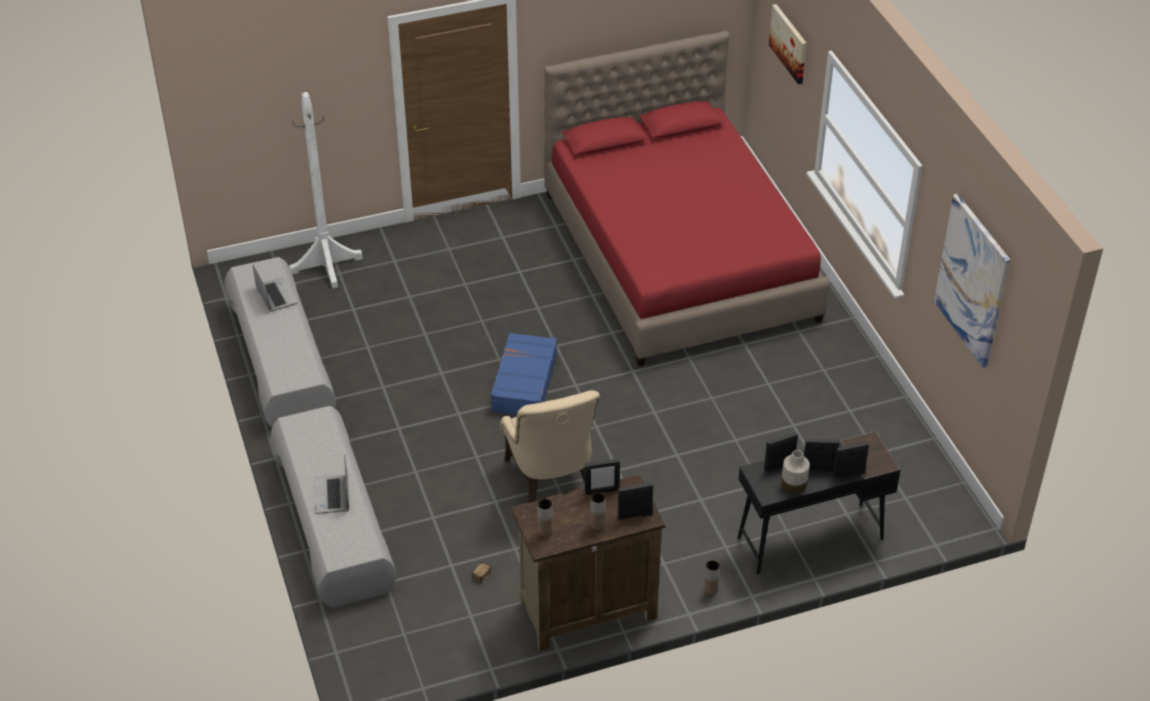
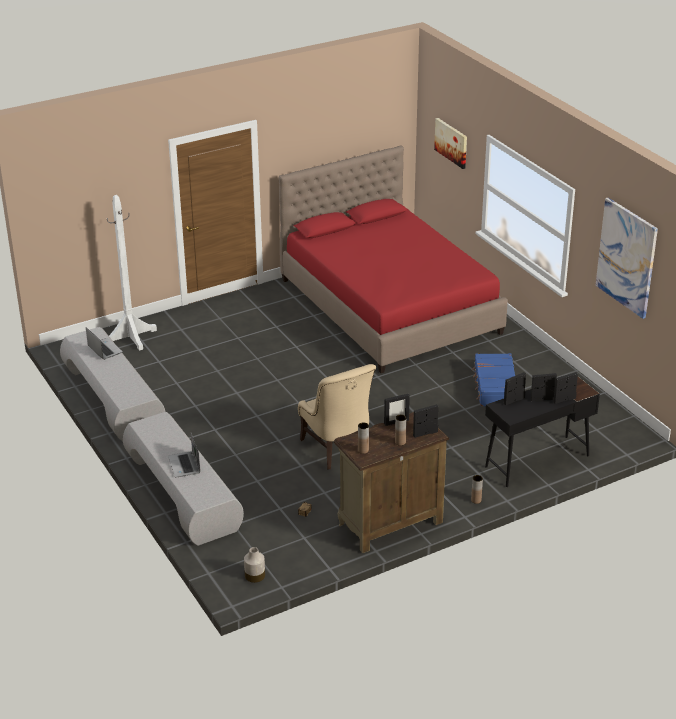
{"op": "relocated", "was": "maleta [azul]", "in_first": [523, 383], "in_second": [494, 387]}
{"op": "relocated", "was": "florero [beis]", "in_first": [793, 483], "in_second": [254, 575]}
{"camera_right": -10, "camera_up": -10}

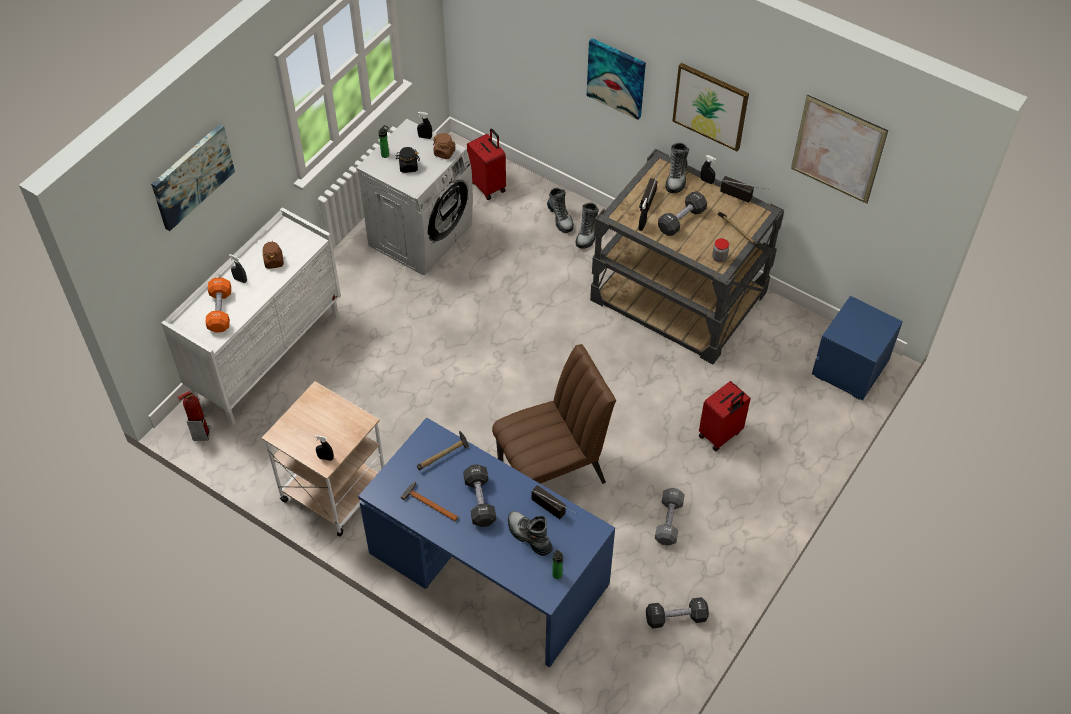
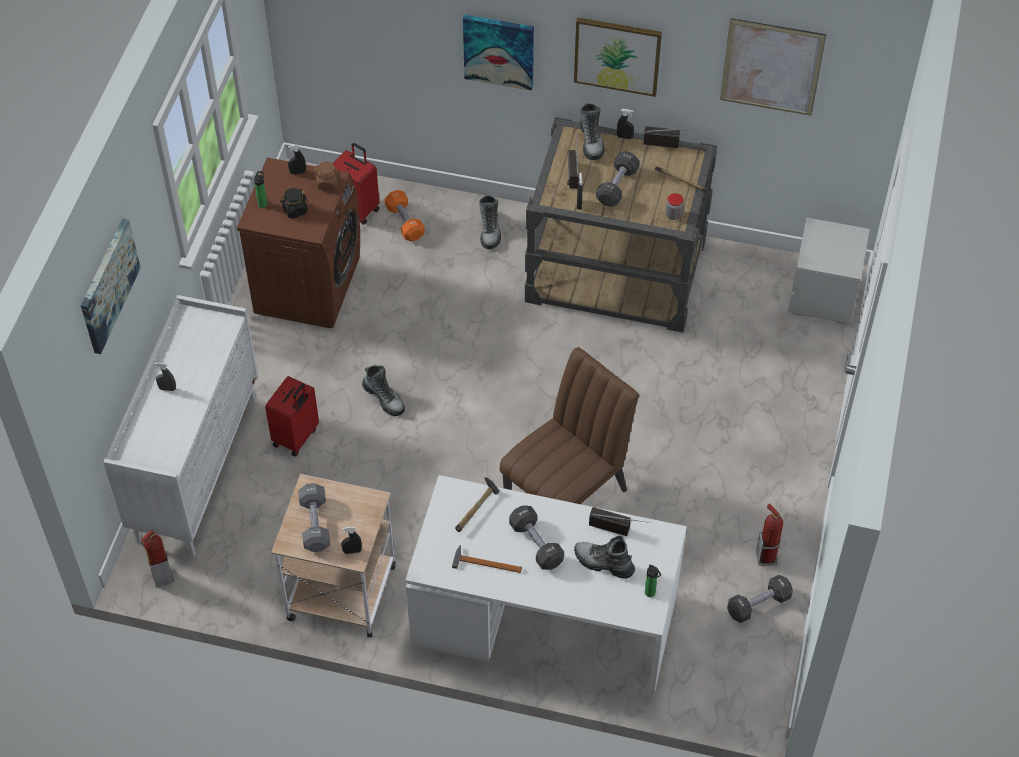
{"op": "colour", "was": "lavadora [blanco]", "now": "lavadora [marrón]", "in_first": [421, 237], "in_second": [308, 286]}
{"op": "relocated", "was": "bota", "in_first": [560, 218], "in_second": [384, 398]}
{"op": "missing", "was": "tarro [marrón]", "in_first": [274, 261]}
{"op": "relocated", "was": "mancuerna [naranja]", "in_first": [220, 311], "in_second": [405, 222]}
{"op": "colour", "was": "mesita de noche [azul]", "now": "mesita de noche [blanco]", "in_first": [851, 369], "in_second": [824, 295]}
{"op": "relocated", "was": "maleta [rojo]", "in_first": [720, 435], "in_second": [296, 437]}
{"op": "colour", "was": "escritorio [azul]", "now": "escritorio [blanco]", "in_first": [488, 569], "in_second": [545, 620]}
{"op": "relocated", "was": "mancuerna [gris]", "in_first": [668, 521], "in_second": [315, 524]}
{"op": "appeared", "now": "extintor", "in_second": [766, 557]}
{"camera_right": -20, "camera_up": 0}

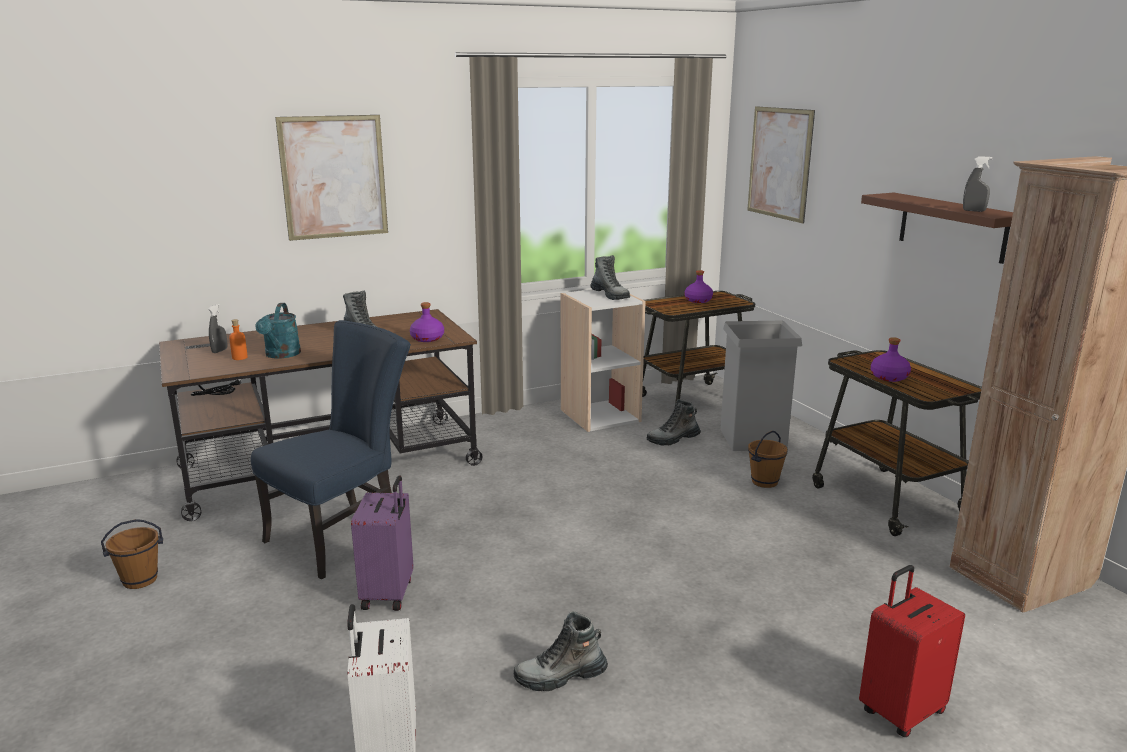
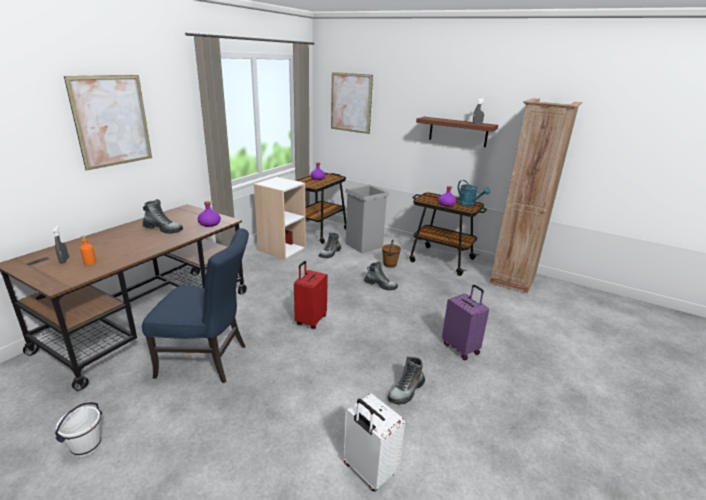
{"op": "relocated", "was": "bota", "in_first": [610, 295], "in_second": [380, 285]}
{"op": "relocated", "was": "regadera [turquesa]", "in_first": [281, 355], "in_second": [469, 205]}
{"op": "spun", "was": "silla [azul]", "in_first": [344, 534], "in_second": [208, 360], "clockwise": 90}
{"op": "relocated", "was": "maleta [morado]", "in_first": [389, 594], "in_second": [461, 348]}
{"op": "colour", "was": "cubo [marrón]", "now": "cubo [blanco]", "in_first": [140, 580], "in_second": [86, 446]}
{"op": "relocated", "was": "maleta [rojo]", "in_first": [900, 711], "in_second": [310, 320]}
{"camera_right": -35, "camera_up": 5}

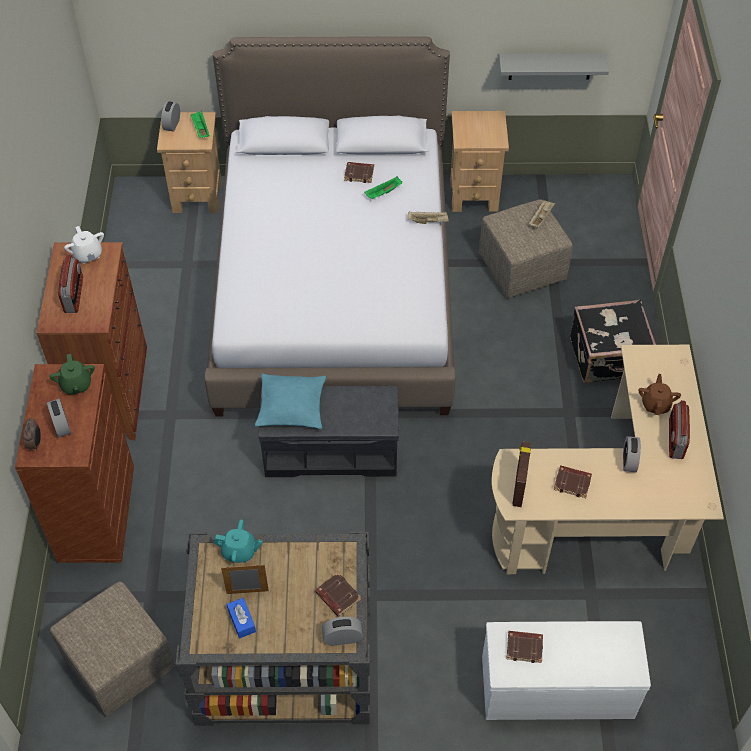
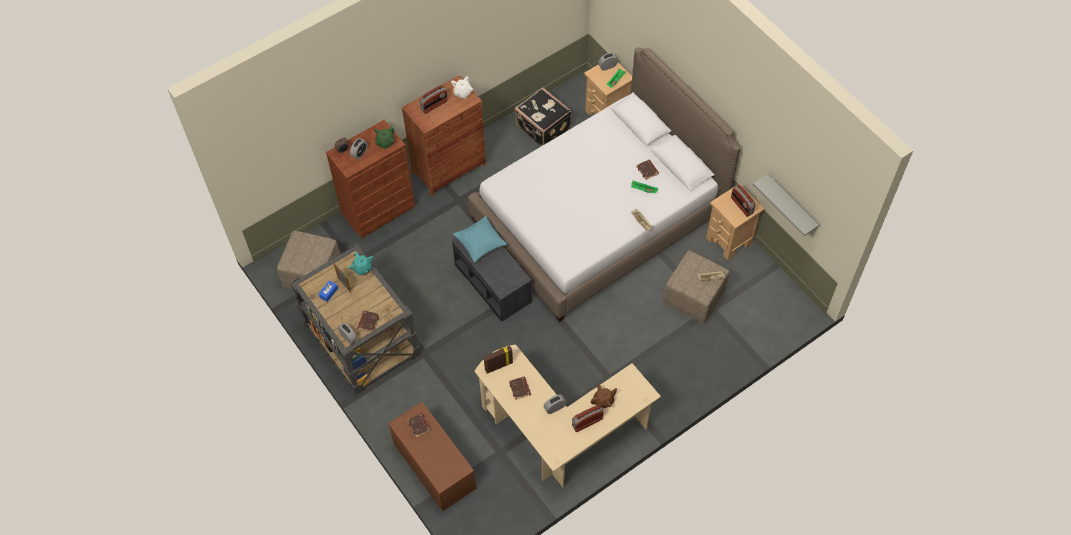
{"op": "relocated", "was": "maleta [negro]", "in_first": [609, 358], "in_second": [542, 128]}
{"op": "colour", "was": "banco [blanco]", "now": "banco [marrón]", "in_first": [555, 688], "in_second": [433, 466]}
{"op": "appeared", "now": "radio", "in_second": [741, 206]}
{"camera_right": 55, "camera_up": 5}

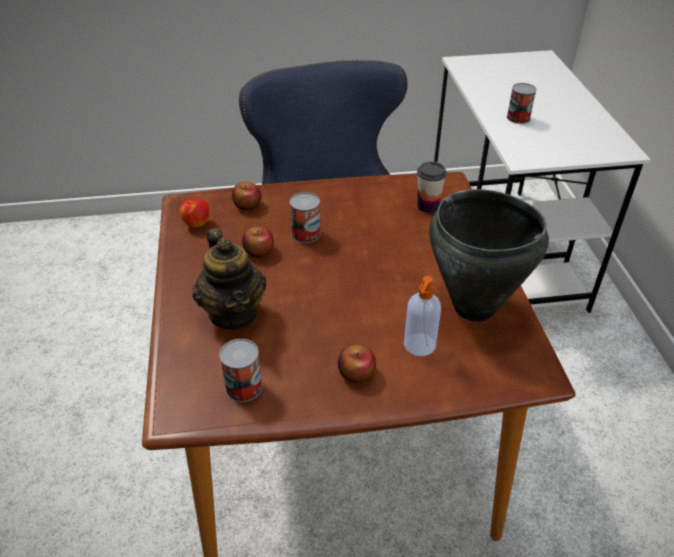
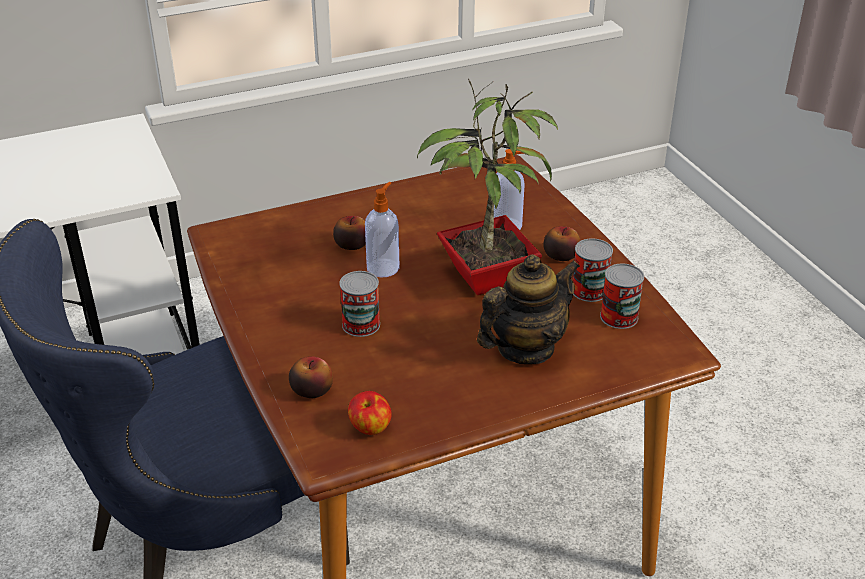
{"op": "relocated", "was": "lata", "in_first": [518, 118], "in_second": [589, 290]}
{"op": "missing", "was": "taza", "in_first": [428, 206]}
{"op": "missing", "was": "olla [negro]", "in_first": [474, 308]}
{"op": "relocated", "was": "manzana", "in_first": [258, 251], "in_second": [352, 244]}
{"op": "appeared", "now": "planta en maceta", "in_second": [483, 279]}
{"op": "appeared", "now": "dispensador de jabón", "in_second": [383, 267]}
{"camera_right": -105, "camera_up": -5}

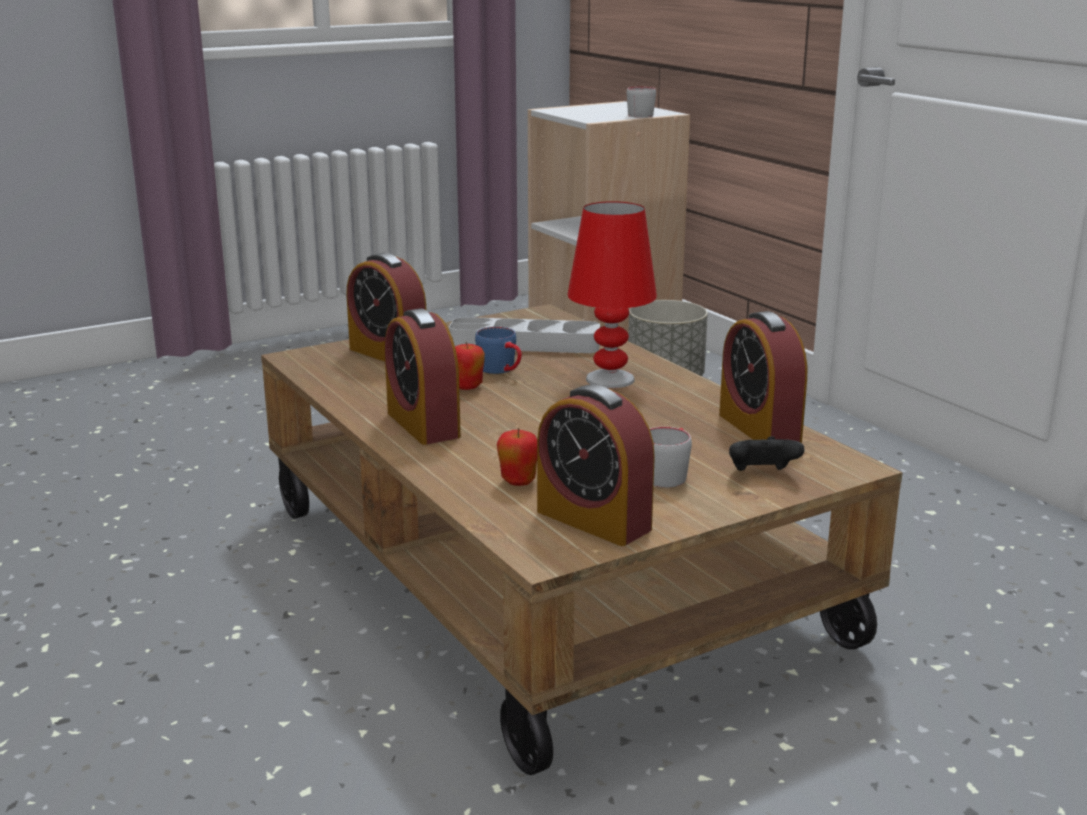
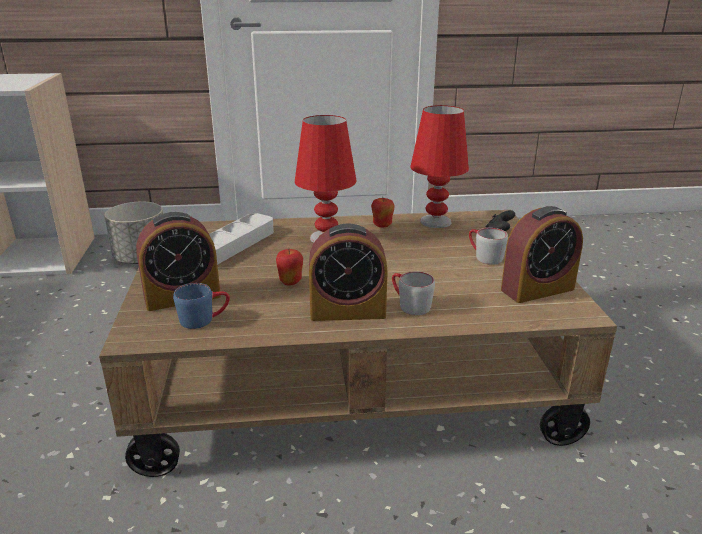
{"op": "relocated", "was": "taza grande [gris]", "in_first": [642, 114], "in_second": [409, 304]}
{"op": "exchanged", "was": "despertador", "now": "lámpara de mesa [rojo]", "in_first": [759, 428], "in_second": [436, 221]}
{"op": "relocated", "was": "taza grande [azul]", "in_first": [502, 370], "in_second": [204, 319]}
{"op": "relocated", "was": "manzana", "in_first": [518, 481], "in_second": [382, 225]}
{"camera_right": -65, "camera_up": 5}

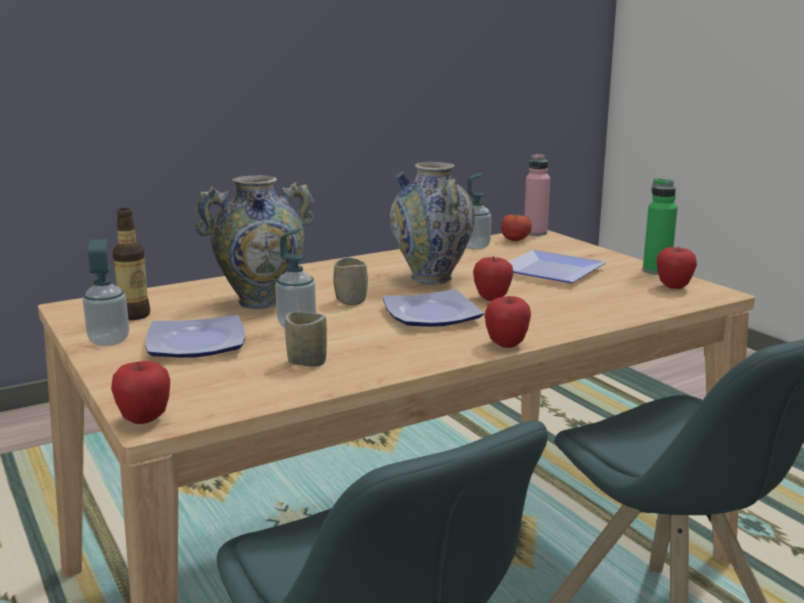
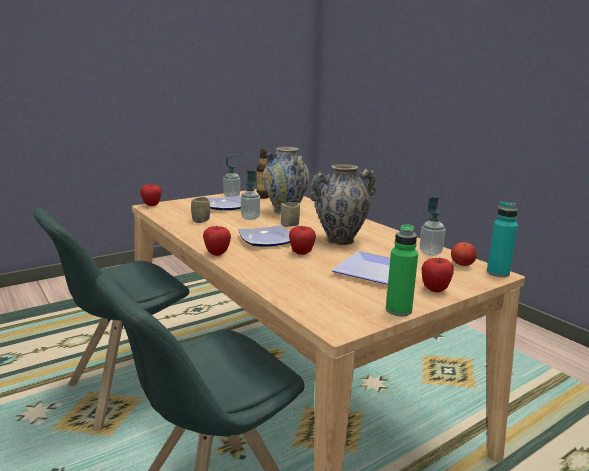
{"op": "colour", "was": "botella [rosa]", "now": "botella [turquesa]", "in_first": [535, 233], "in_second": [497, 273]}
{"op": "relocated", "was": "manzana", "in_first": [673, 287], "in_second": [435, 290]}
{"camera_right": 85, "camera_up": 0}

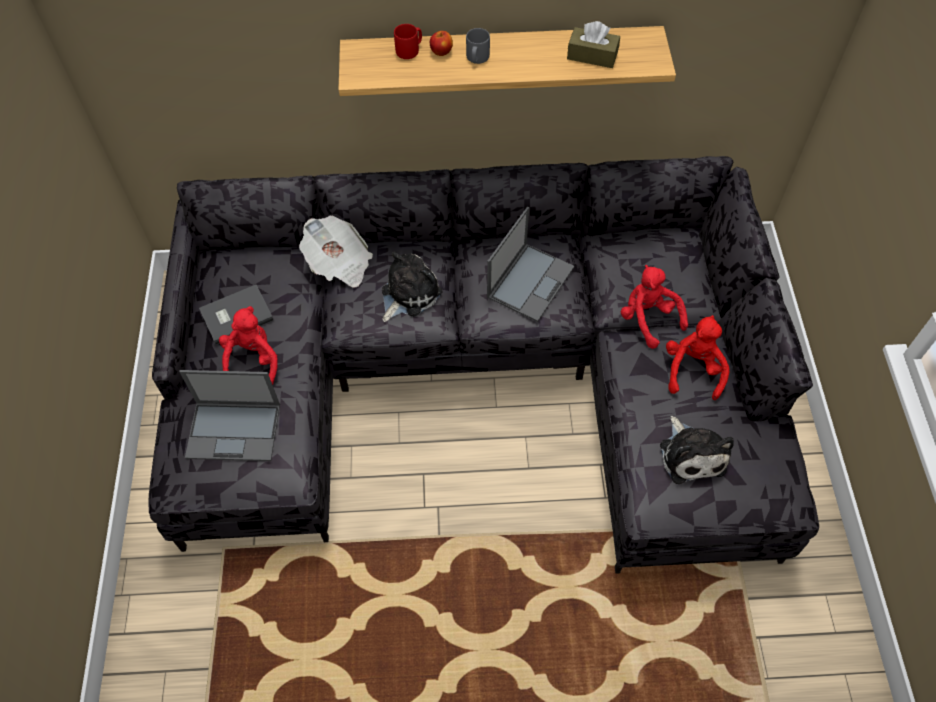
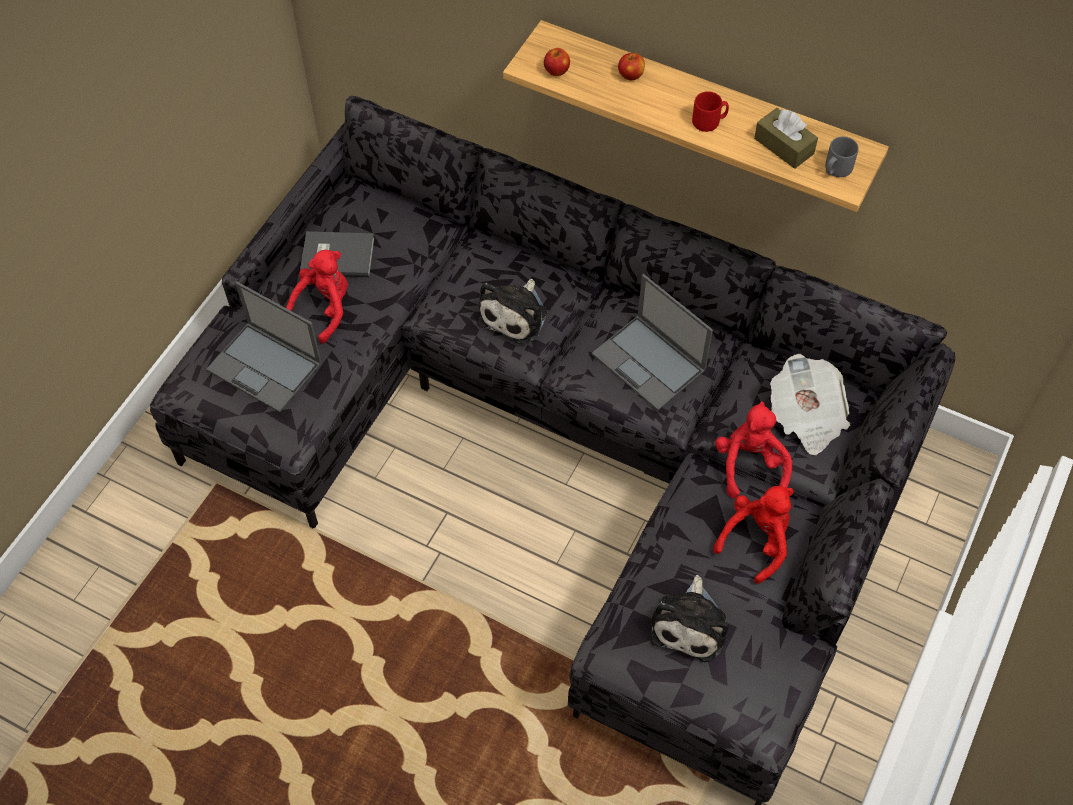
{"op": "relocated", "was": "taza grande [rojo]", "in_first": [409, 50], "in_second": [709, 121]}
{"op": "relocated", "was": "taza grande [gris]", "in_first": [477, 58], "in_second": [836, 169]}
{"op": "spun", "was": "portátil", "in_first": [530, 281], "in_second": [650, 363], "clockwise": 75}
{"op": "relocated", "was": "periódico", "in_first": [339, 263], "in_second": [806, 417]}
{"op": "spun", "was": "peluche", "in_first": [408, 294], "in_second": [515, 315], "clockwise": 135}
{"op": "appeared", "now": "manzana", "in_second": [556, 71]}
{"camera_right": 30, "camera_up": 0}

